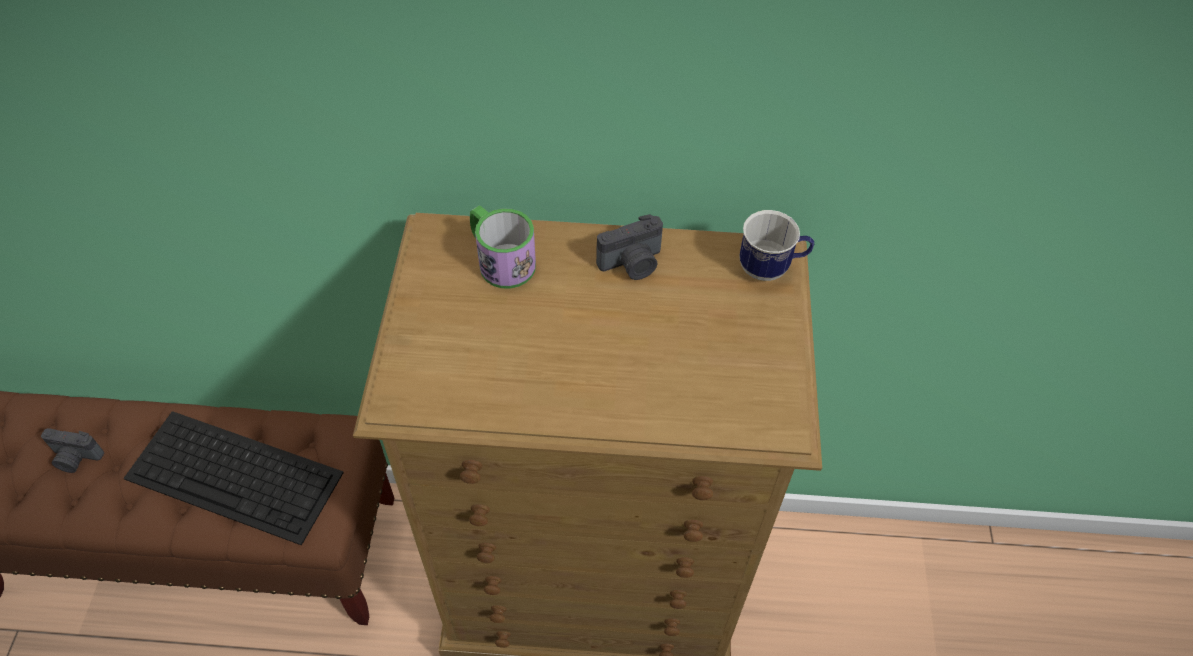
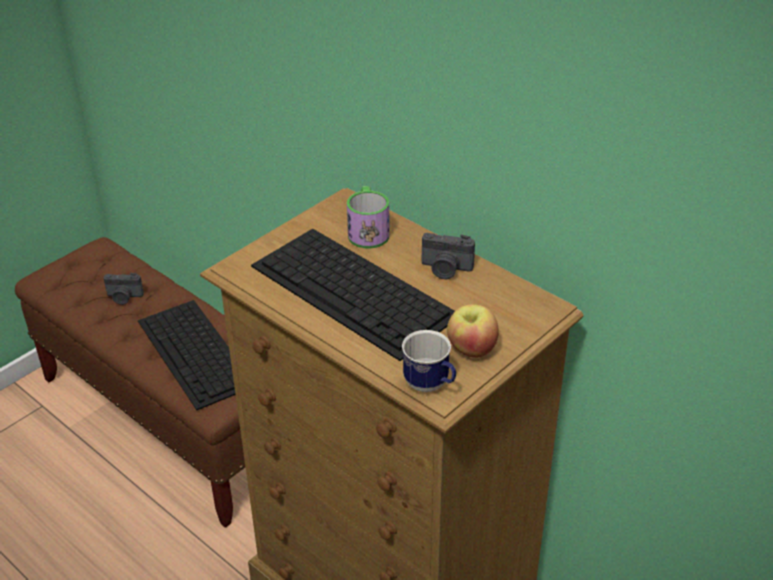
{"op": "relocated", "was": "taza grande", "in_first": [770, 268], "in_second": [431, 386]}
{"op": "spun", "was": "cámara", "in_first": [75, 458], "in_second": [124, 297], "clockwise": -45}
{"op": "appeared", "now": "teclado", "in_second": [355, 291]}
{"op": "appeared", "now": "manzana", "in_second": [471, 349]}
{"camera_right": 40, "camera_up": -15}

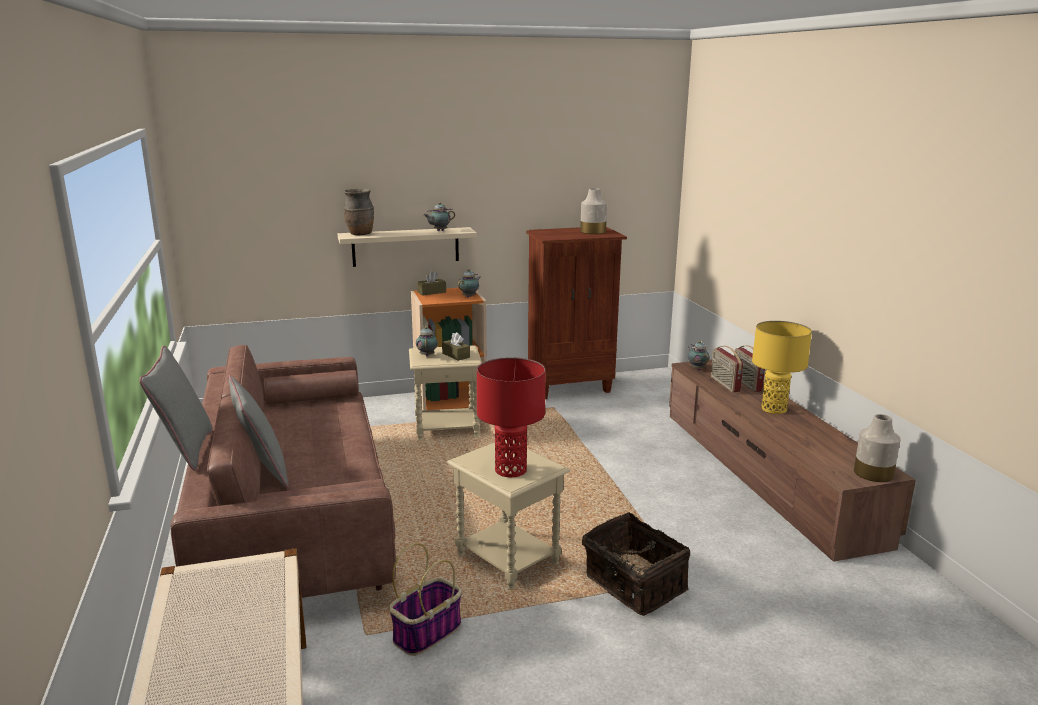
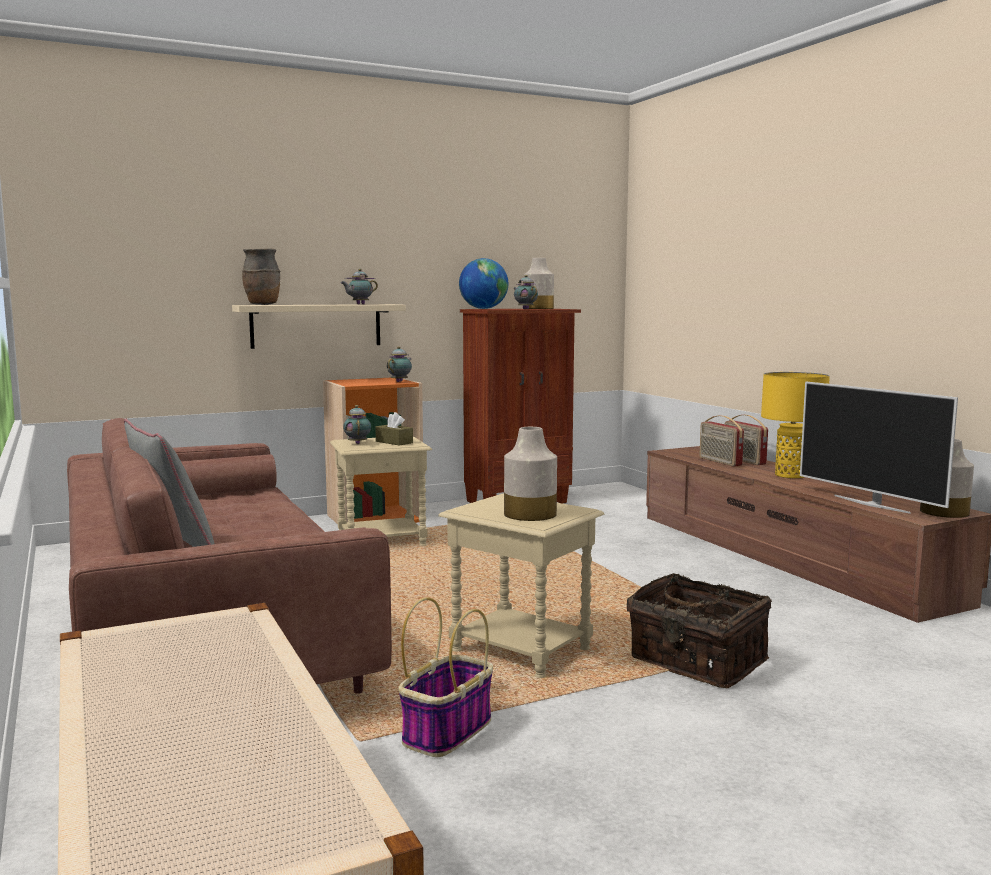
{"op": "missing", "was": "caja de pañuelos [marrón]", "in_first": [431, 292]}
{"op": "relocated", "was": "tetera", "in_first": [697, 368], "in_second": [525, 309]}
{"op": "missing", "was": "cojín [gris]", "in_first": [185, 451]}
{"op": "exchanged", "was": "lámpara de mesa [rojo]", "now": "florero [beis]", "in_first": [511, 469], "in_second": [530, 514]}
{"op": "appeared", "now": "globo terráqueo", "in_second": [483, 308]}
{"op": "appeared", "now": "televisor", "in_second": [871, 504]}
{"camera_right": -10, "camera_up": -10}

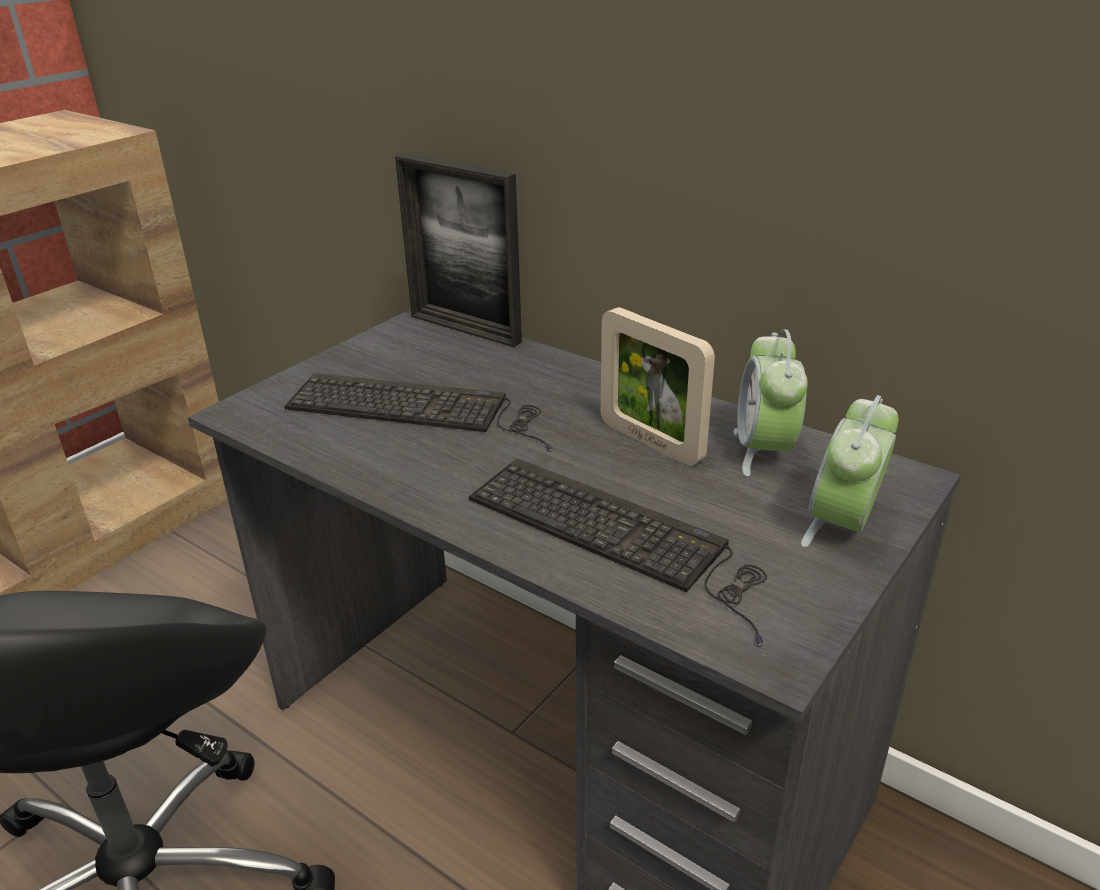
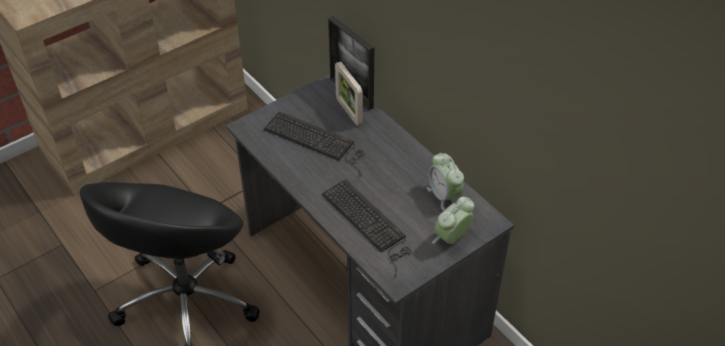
{"op": "relocated", "was": "portarretratos", "in_first": [651, 442], "in_second": [349, 111]}
{"op": "spun", "was": "despertador", "in_first": [764, 452], "in_second": [444, 196], "clockwise": -45}
{"camera_right": 15, "camera_up": 15}

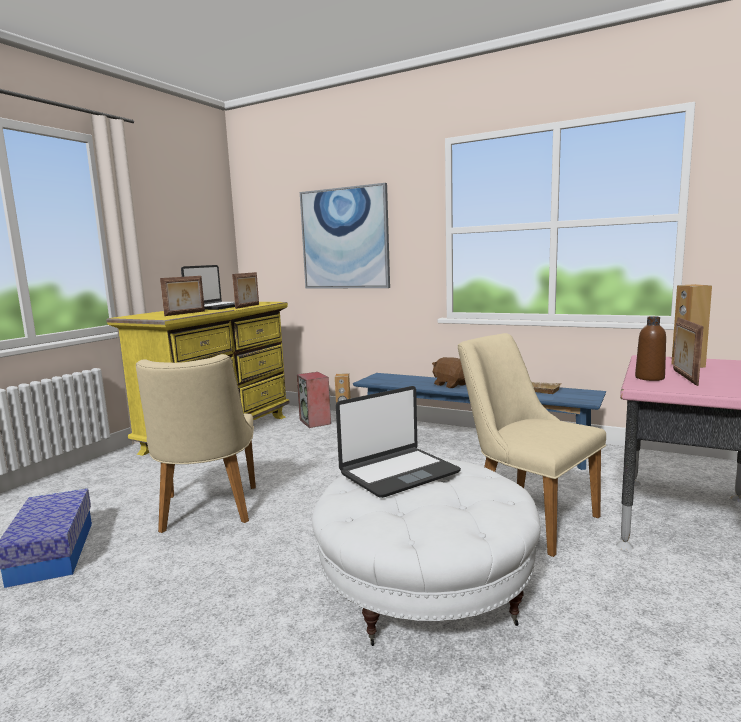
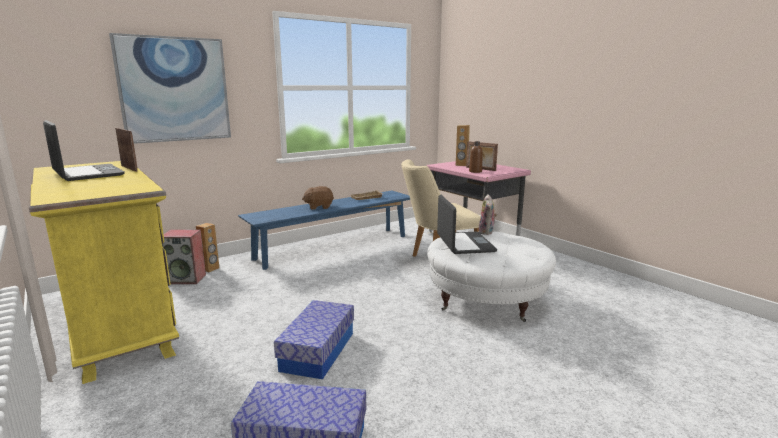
{"op": "missing", "was": "portarretratos", "in_first": [185, 313]}
{"op": "exchanged", "was": "silla [beis]", "now": "caja de almacenaje", "in_first": [207, 513], "in_second": [318, 351]}
{"op": "appeared", "now": "peluche", "in_second": [487, 232]}
{"camera_right": -65, "camera_up": 5}

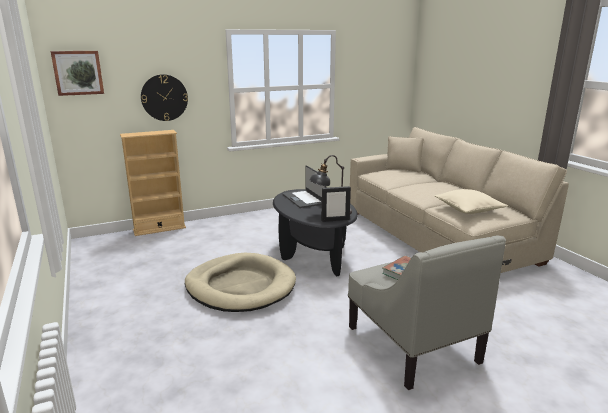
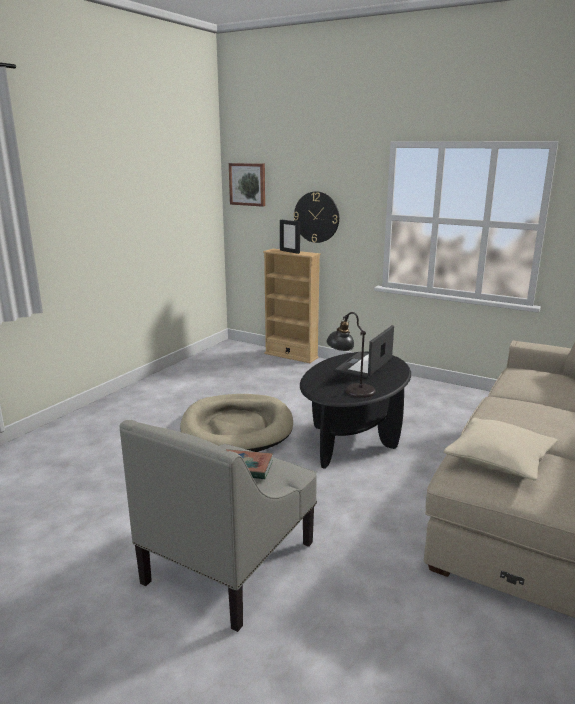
{"op": "relocated", "was": "portarretratos", "in_first": [335, 219], "in_second": [290, 251]}
{"camera_right": 55, "camera_up": 0}

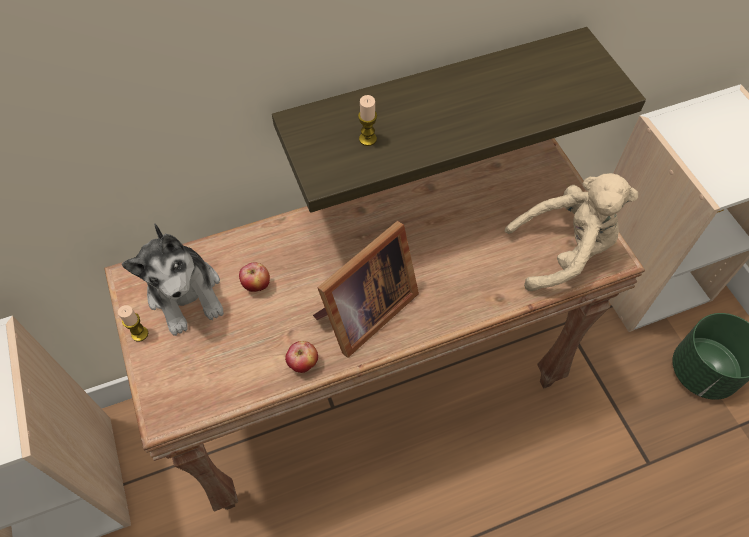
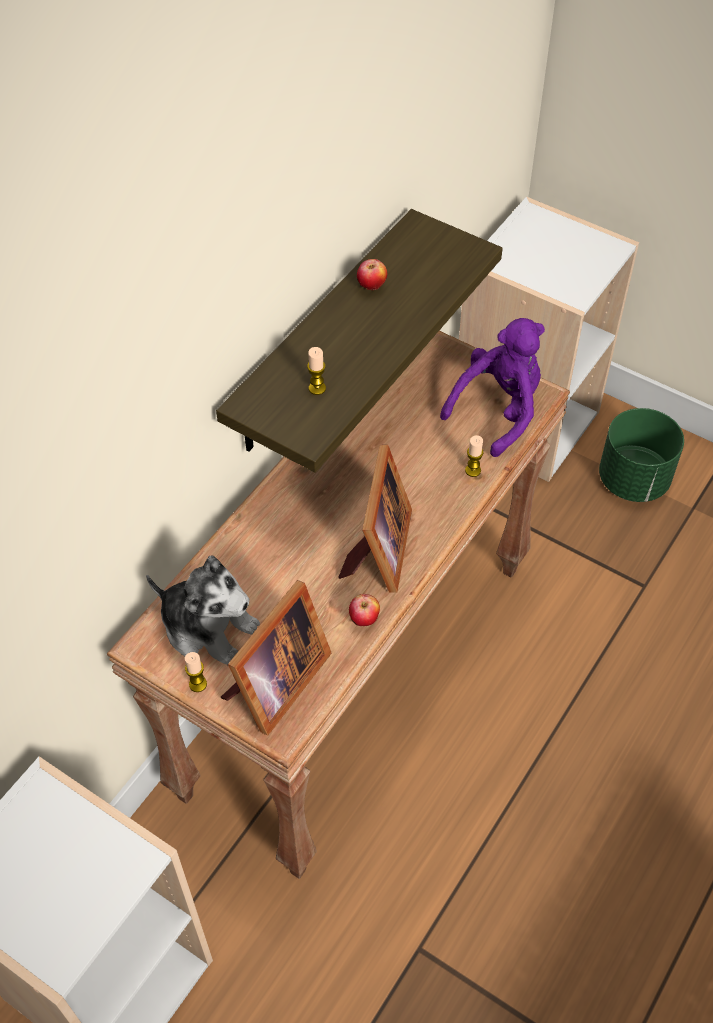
{"op": "colour", "was": "peluche [beis]", "now": "peluche [morado]", "in_first": [563, 251], "in_second": [498, 410]}
{"op": "relocated", "was": "manzana", "in_first": [257, 286], "in_second": [371, 287]}
{"op": "appeared", "now": "vela", "in_second": [473, 470]}
{"op": "appeared", "now": "portarretratos", "in_second": [274, 684]}
{"camera_right": -35, "camera_up": -5}

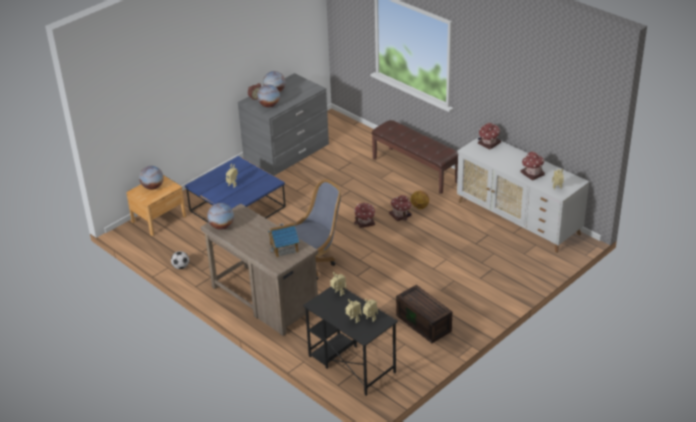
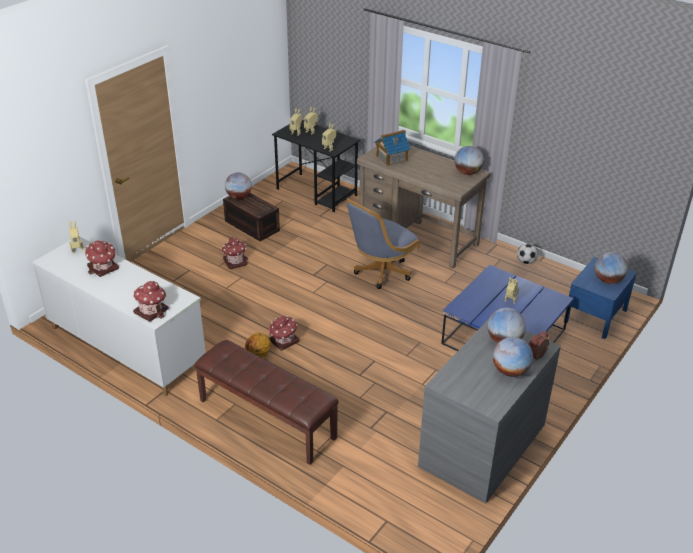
{"op": "colour", "was": "mesita de noche [marrón]", "now": "mesita de noche [azul]", "in_first": [159, 219], "in_second": [595, 315]}
{"op": "relocated", "was": "casita", "in_first": [365, 222], "in_second": [235, 262]}
{"op": "appeared", "now": "globo terráqueo", "in_second": [239, 197]}
{"camera_right": 170, "camera_up": 0}

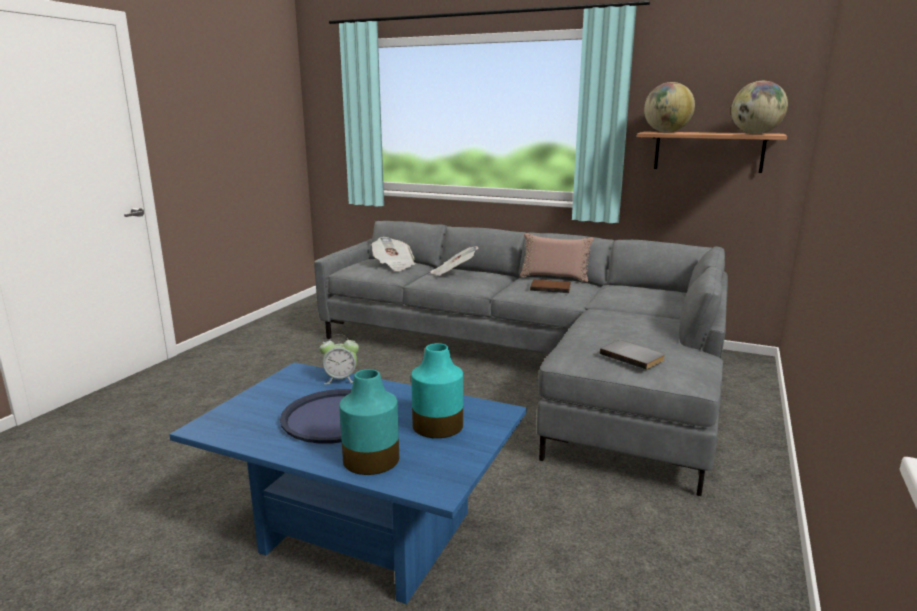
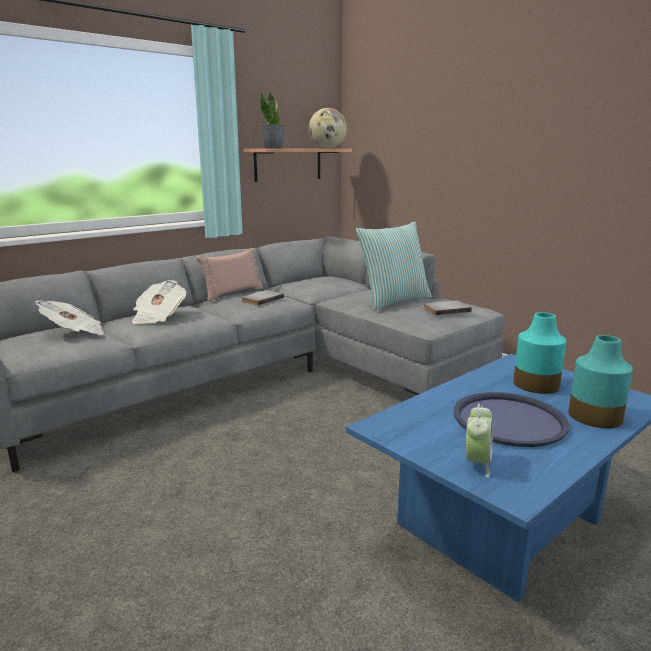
{"op": "exchanged", "was": "globo terráqueo", "now": "planta en maceta", "in_first": [666, 132], "in_second": [273, 148]}
{"op": "colour", "was": "libro [marrón]", "now": "libro [gris]", "in_first": [550, 288], "in_second": [261, 299]}
{"op": "relocated", "was": "despertador", "in_first": [341, 379], "in_second": [477, 463]}
{"op": "appeared", "now": "cojín", "in_second": [393, 301]}
{"camera_right": -65, "camera_up": 0}

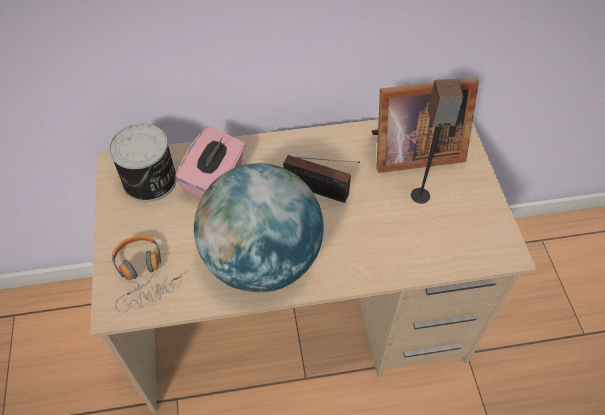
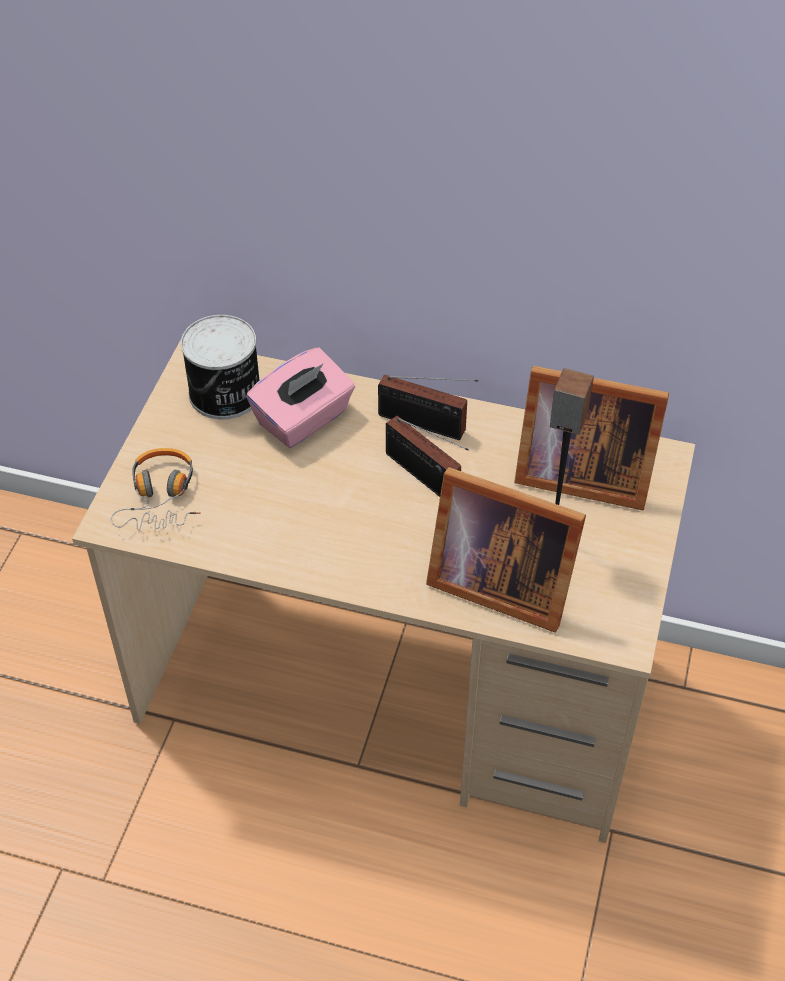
{"op": "missing", "was": "globo terráqueo", "in_first": [262, 259]}
{"op": "appeared", "now": "radio", "in_second": [426, 425]}
{"op": "appeared", "now": "portarretratos", "in_second": [497, 581]}
{"camera_right": 25, "camera_up": -5}

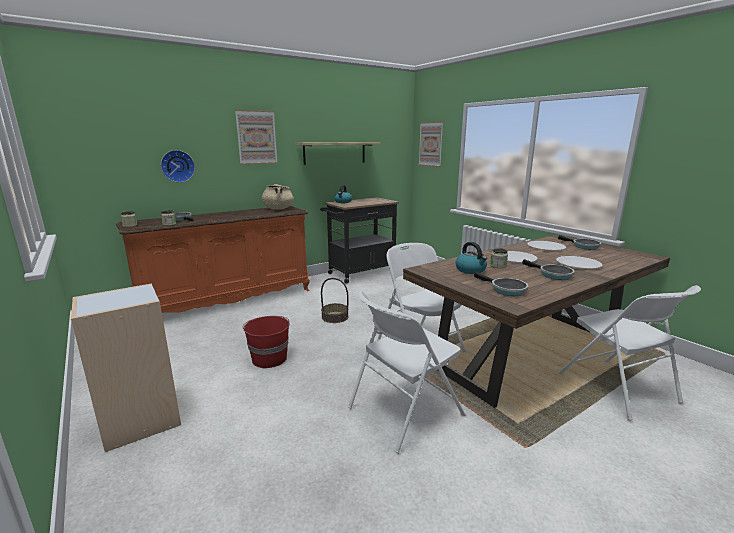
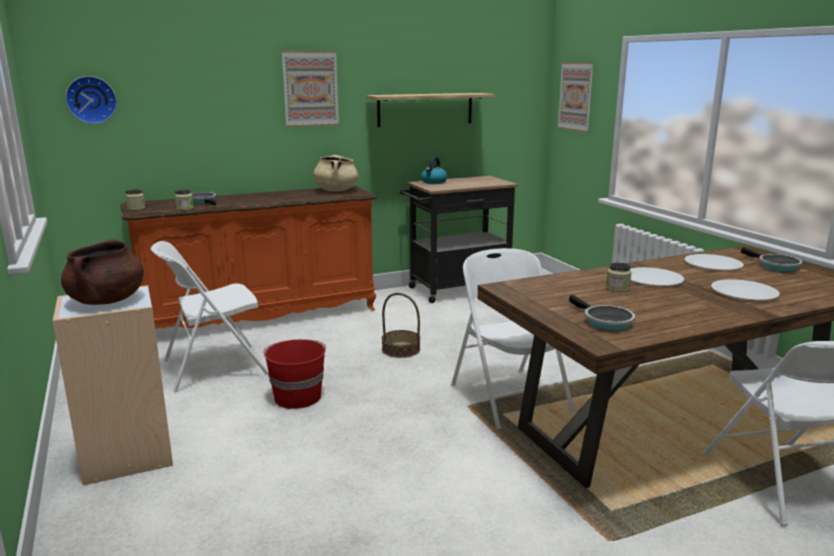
{"op": "relocated", "was": "reloj de pared", "in_first": [177, 166], "in_second": [91, 99]}
{"op": "missing", "was": "hervidor", "in_first": [471, 270]}
{"op": "missing", "was": "sartén", "in_first": [553, 275]}
{"op": "relocated", "was": "silla [blanco]", "in_first": [405, 411], "in_second": [215, 367]}
{"op": "appeared", "now": "olla [marrón]", "in_second": [107, 300]}
{"camera_right": 10, "camera_up": 0}

